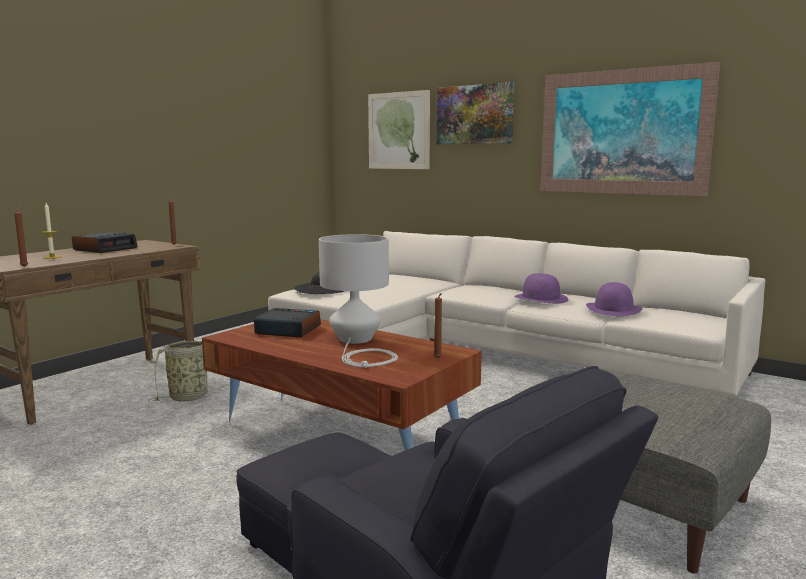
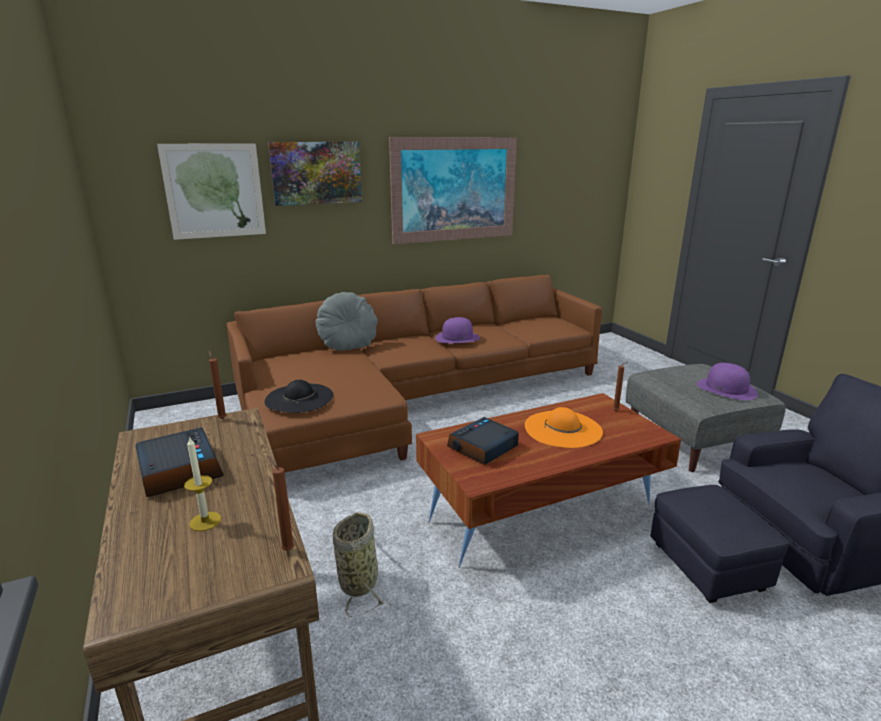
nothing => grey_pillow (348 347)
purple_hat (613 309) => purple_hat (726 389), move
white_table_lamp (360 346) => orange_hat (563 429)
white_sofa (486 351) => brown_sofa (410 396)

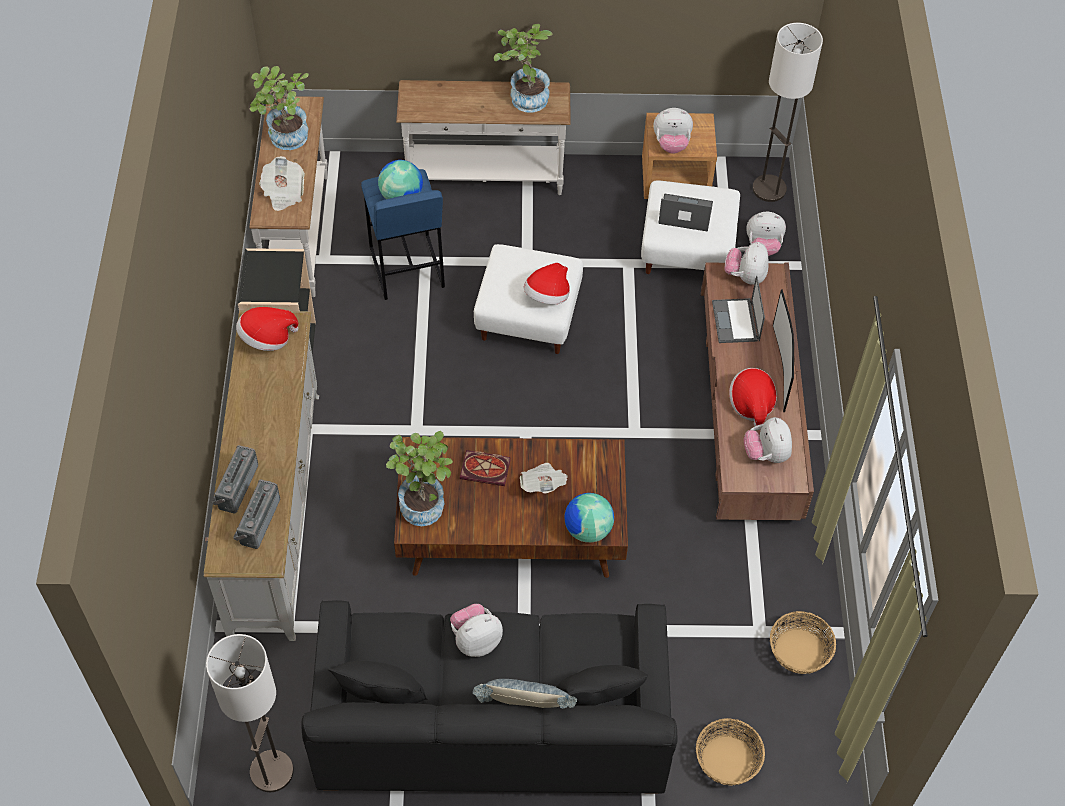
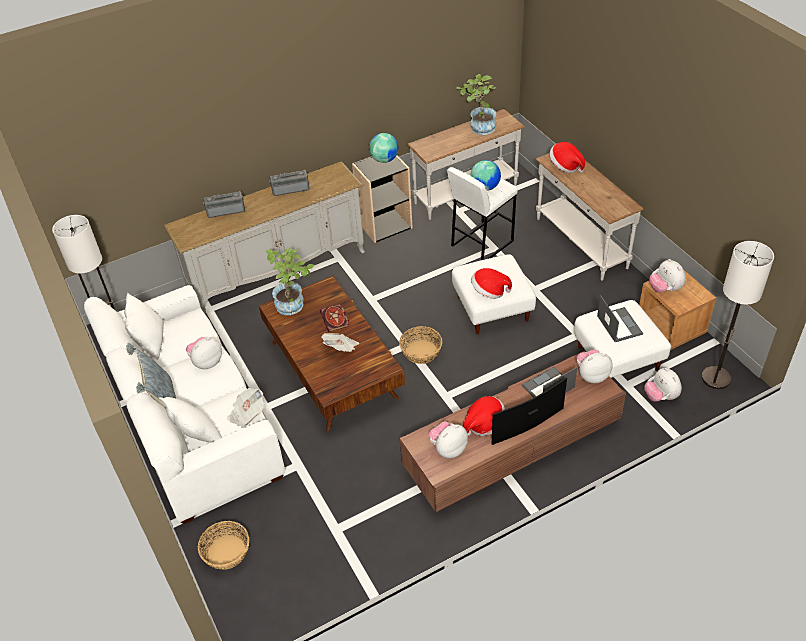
potted_plant (524 97) => nothing
radio (257 520) => radio (290 189), move
hat (267 338) => hat (565 166), move
newspaper (283 193) => newspaper (247 414), move
globe (587 529) => globe (384 159), move
basket (799 651) => basket (421 352), move
black_sofa (491 720) => white_sofa (194 420)
blue_stool (407 269) => white_stool (481 244)
plush_toy (476 640) => plush_toy (206 362), 75 degrees counterclockwise

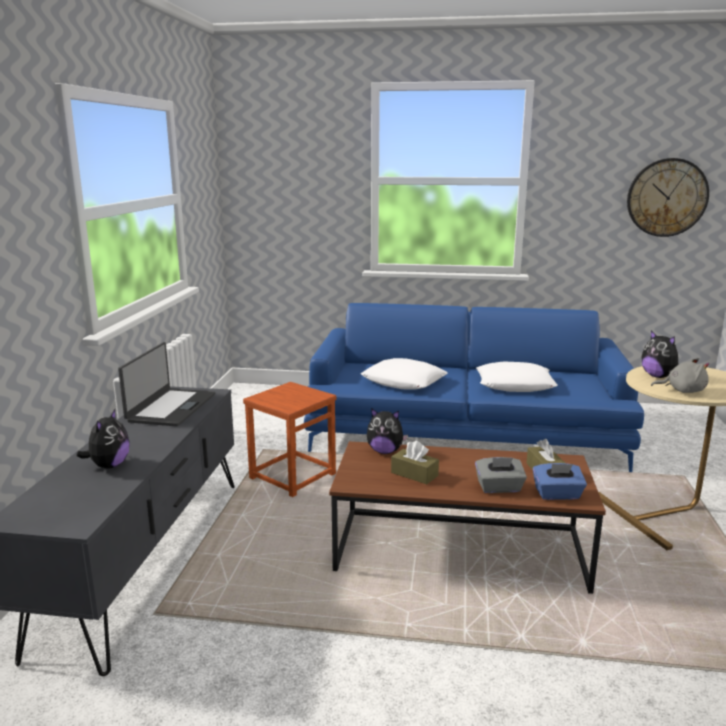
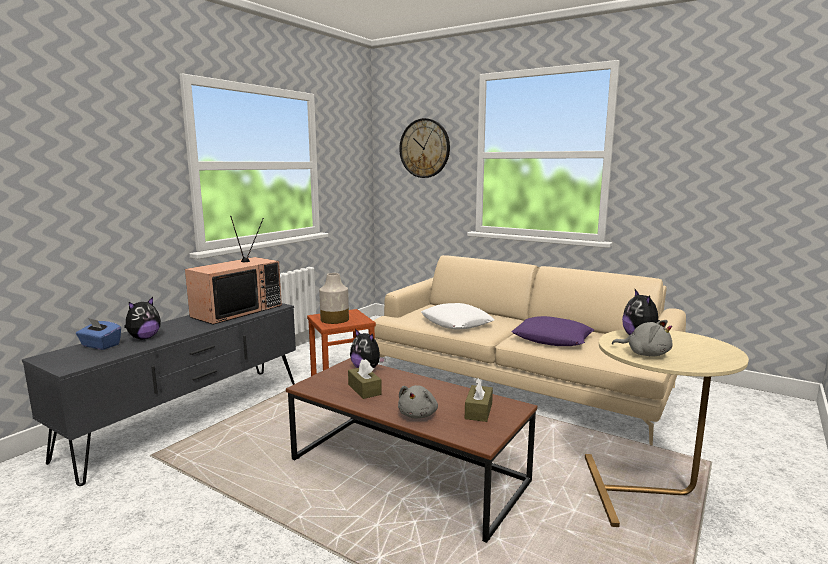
nothing => beige_vase (335 319)
blue_tissue_box (557 494) => blue_tissue_box (100 345), move
wall_clock (667 197) => wall_clock (424 148), move
laptop (170 407) => television (237 311)
grey_tissue_box (499 488) => grey_plush_toy (418 414)
blue_sofa (464 430) => beige_sofa (519 377)
white_pillow (515 384) => purple_pillow (552 338)

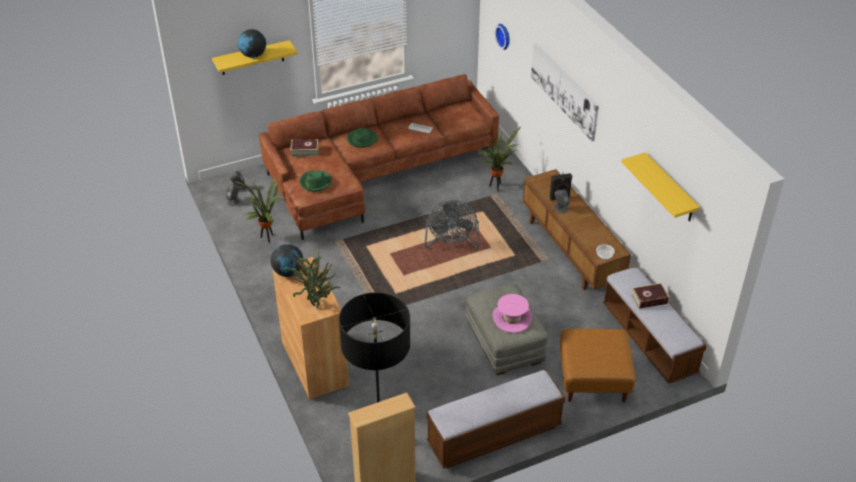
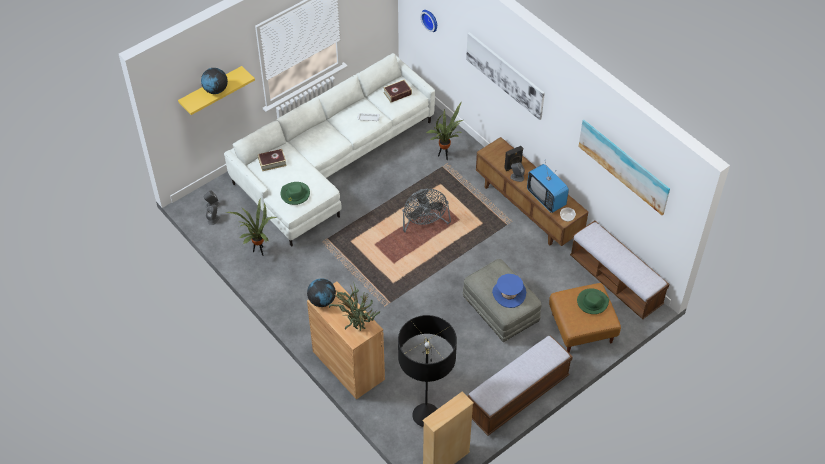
nothing => television (546 198)
green_hat (362 139) => green_hat (592 302), move
book (649 299) => book (397 93), move
yellow_shelf (670 188) => picture (624 165)
brown_sofa (374 172) => white_sofa (330 162)
pink_hat (512 318) => blue_hat (509 294)

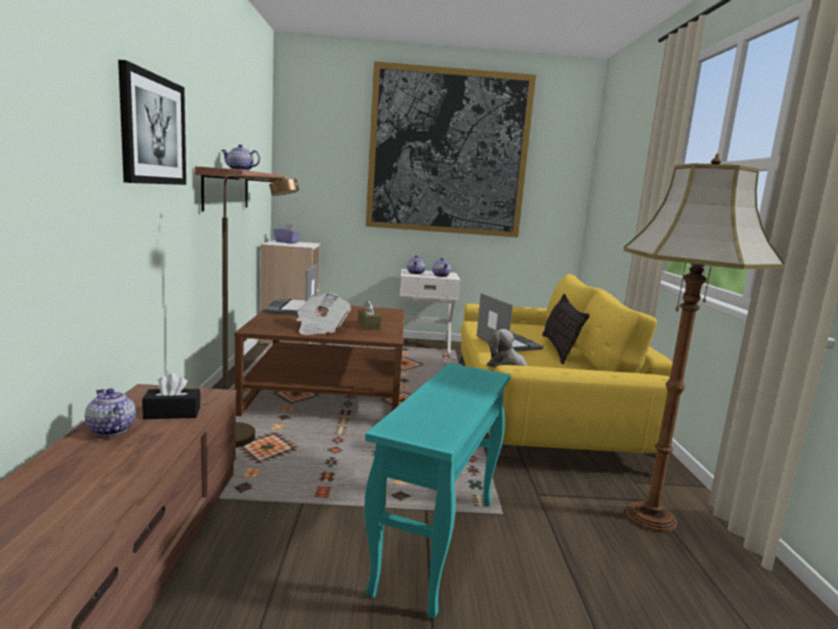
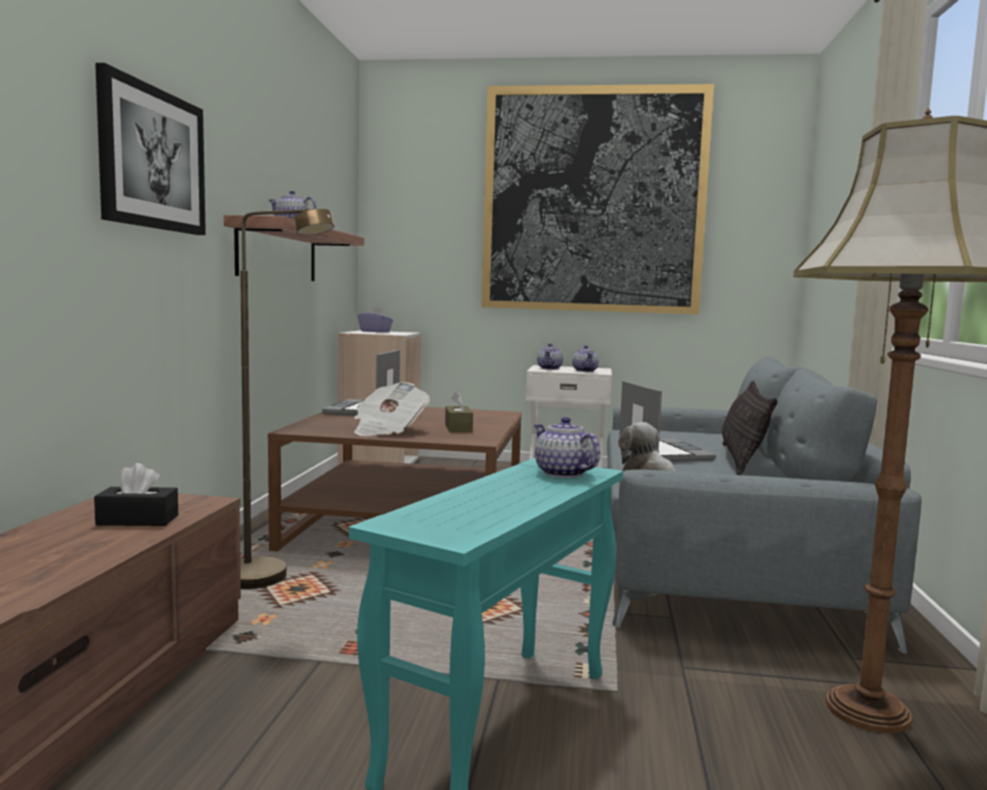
teapot (110 430) => teapot (562 473), move
yellow_sofa (538 409) => grey_sofa (715 554)

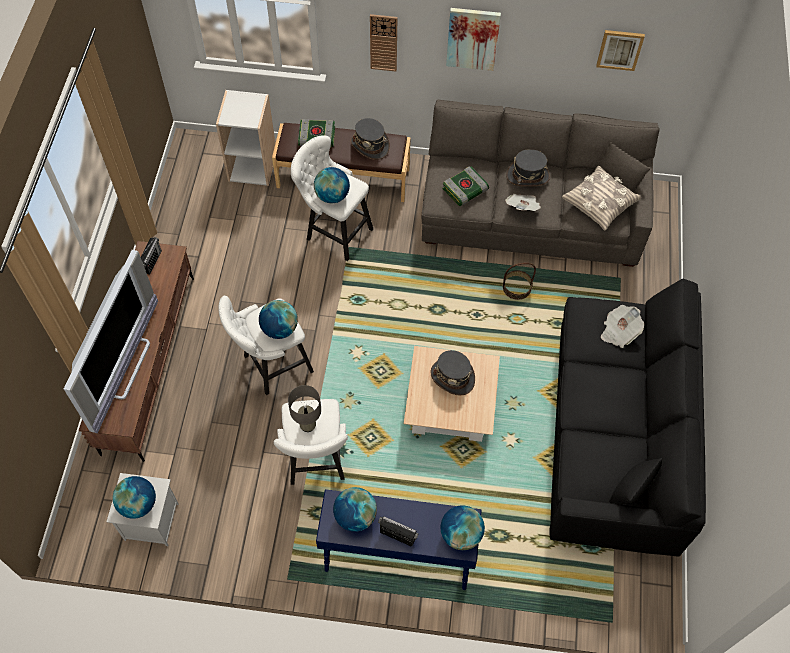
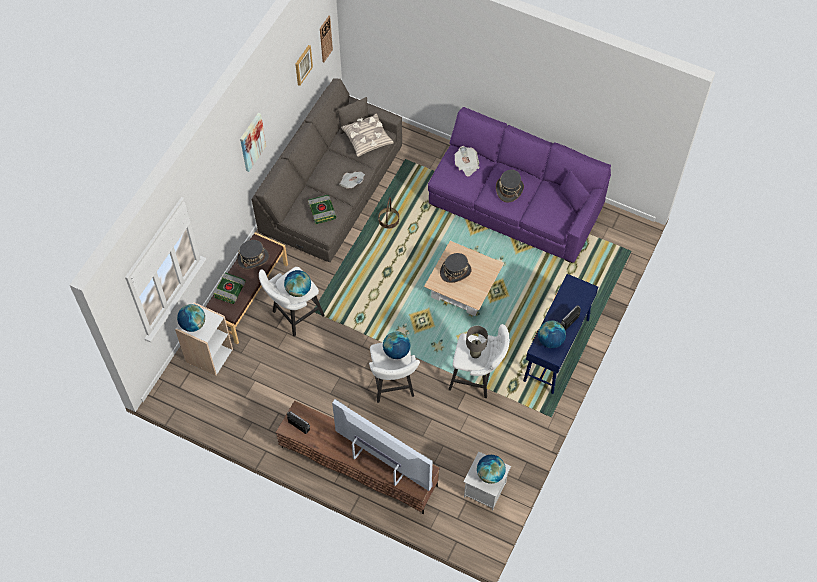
wall_clock (383 42) => wall_clock (325 39), move
globe (461 534) => globe (193 324), move
grey_hat (527 176) => grey_hat (509 189), move
black_sofa (615 434) => purple_sofa (515 205)

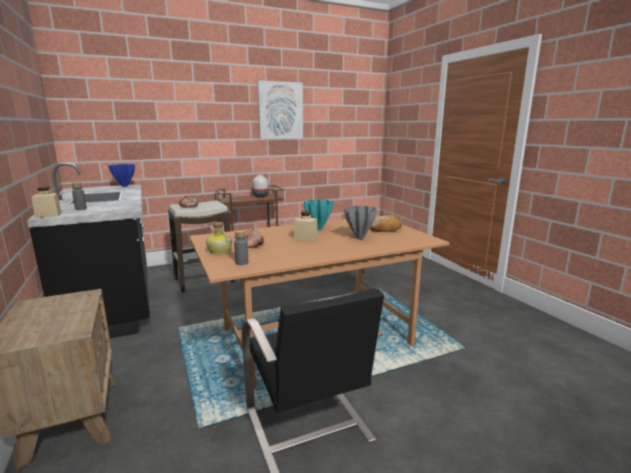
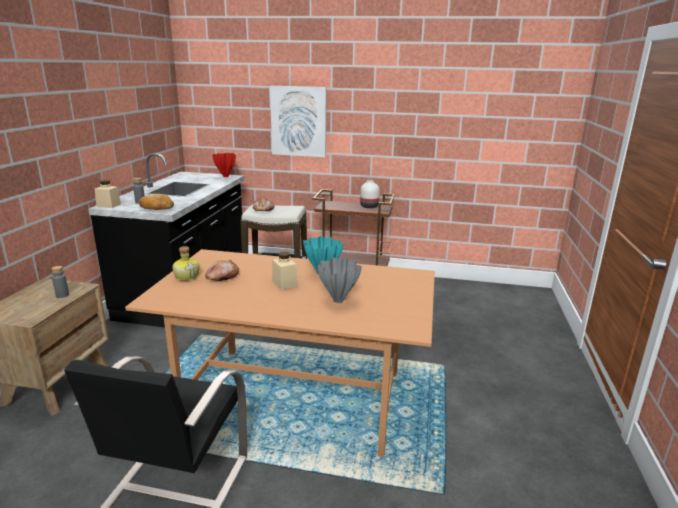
grey_bottle (242 263) => grey_bottle (62 295), move
picture (280 110) => picture (299 121), move
bread (386 229) => bread (156 207), move
blue_vase (124 186) => red_vase (225 176)

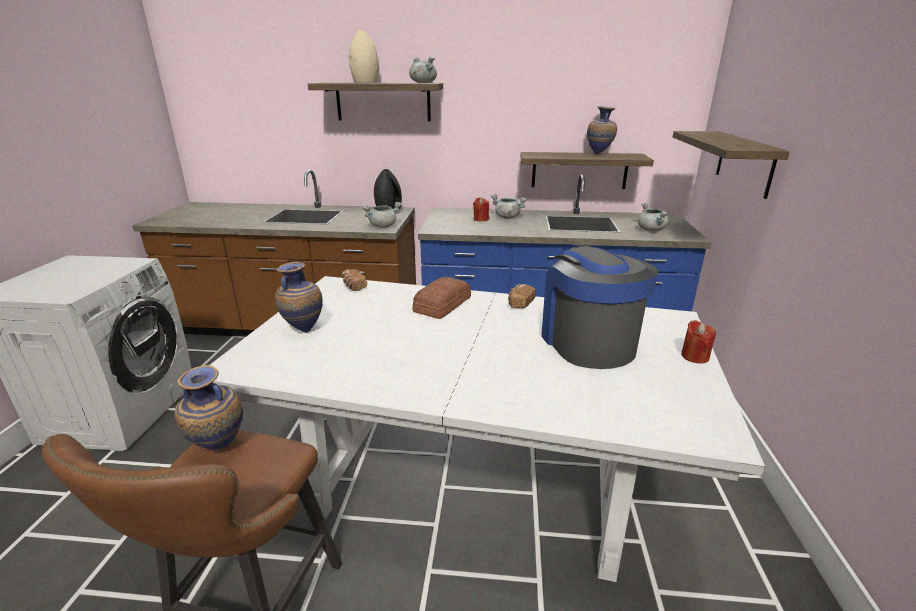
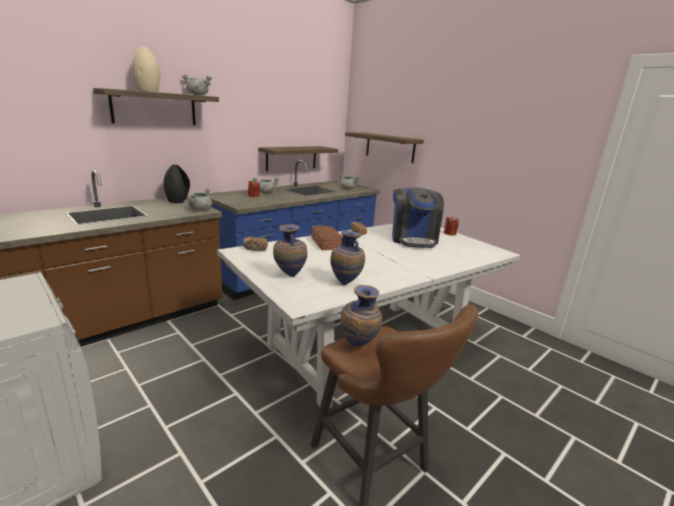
vase (599 154) => vase (346 283), move
coffee_machine (587 342) => coffee_machine (413 239), 120 degrees counterclockwise

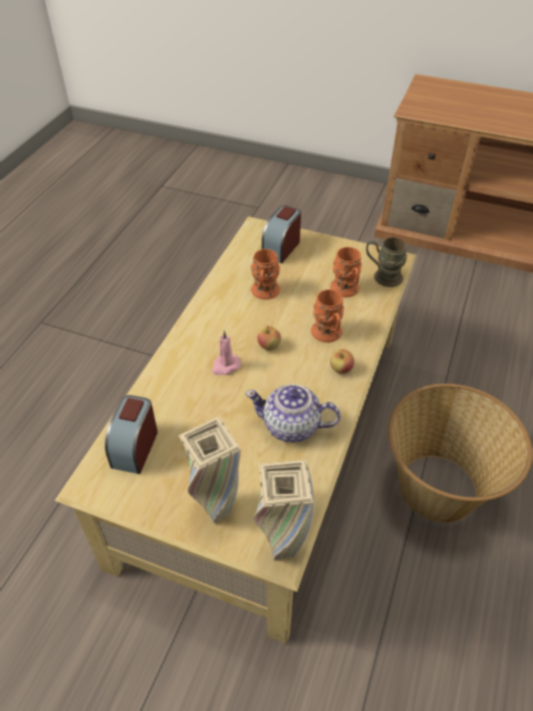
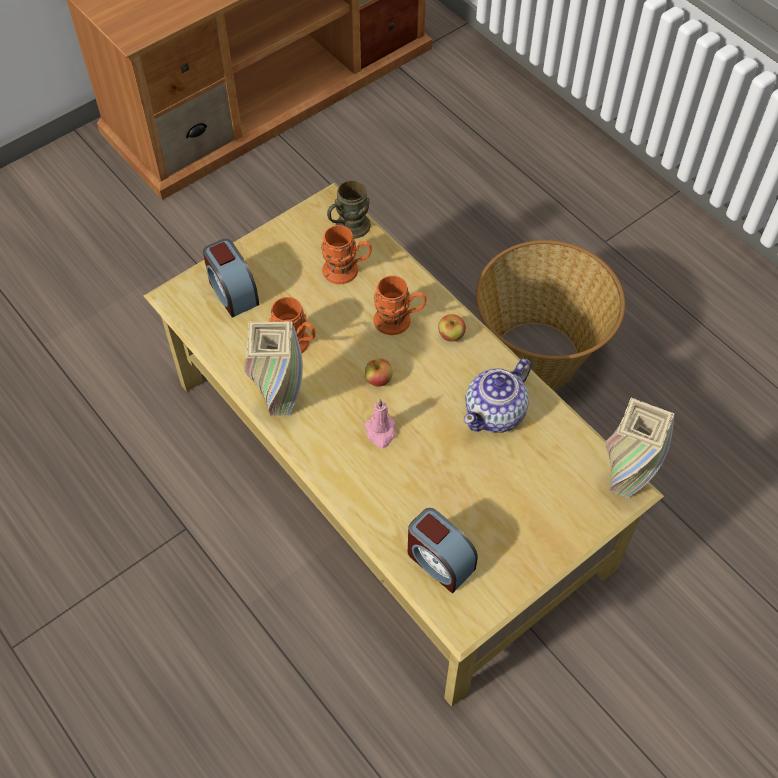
beige_vase (217 510) => beige_vase (280 407), move

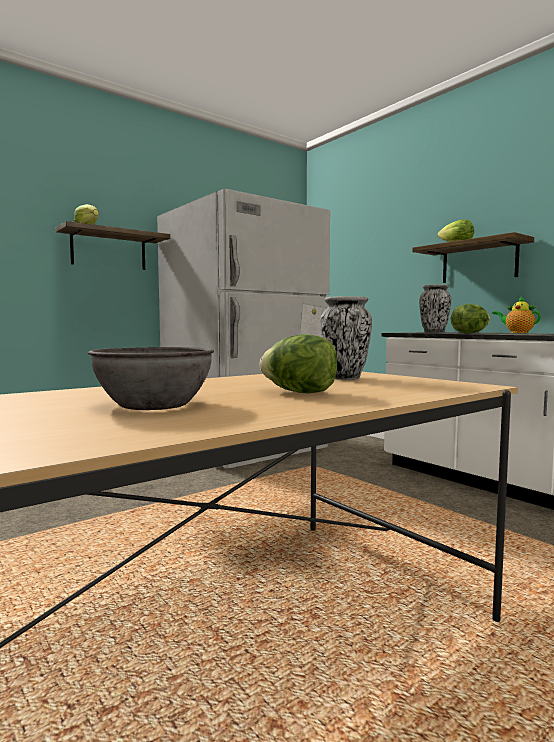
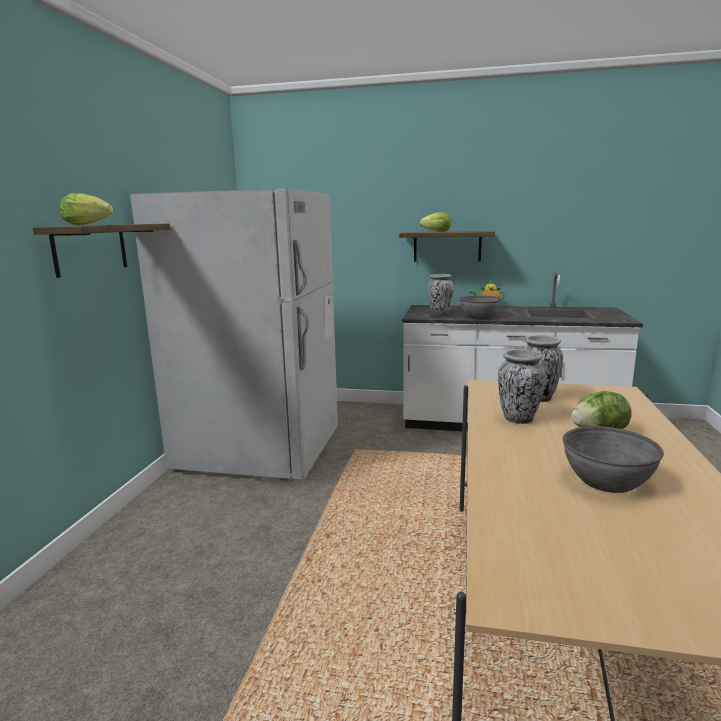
nothing => vase (518 419)
lettuce (470 333) => grey_bowl (479 317)

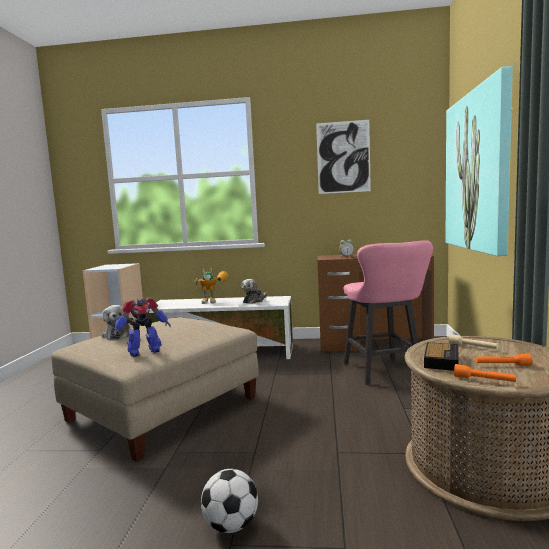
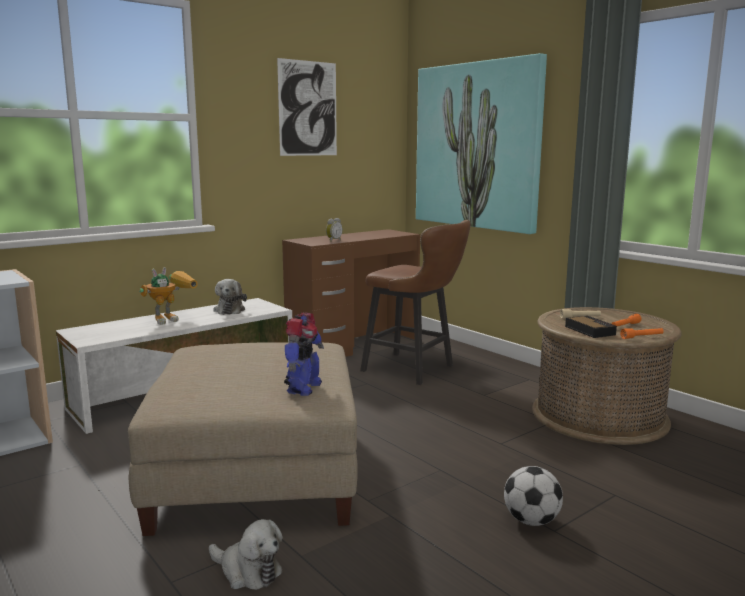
plush_toy (118 334) => plush_toy (247 571), move
pink_stool (385 373) => brown_stool (417 370)

